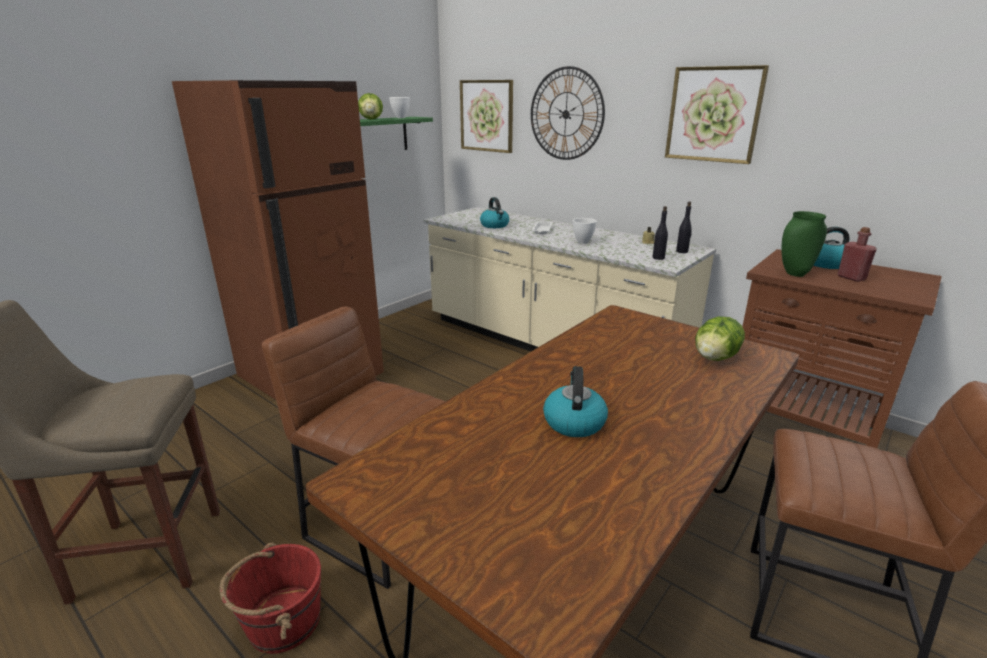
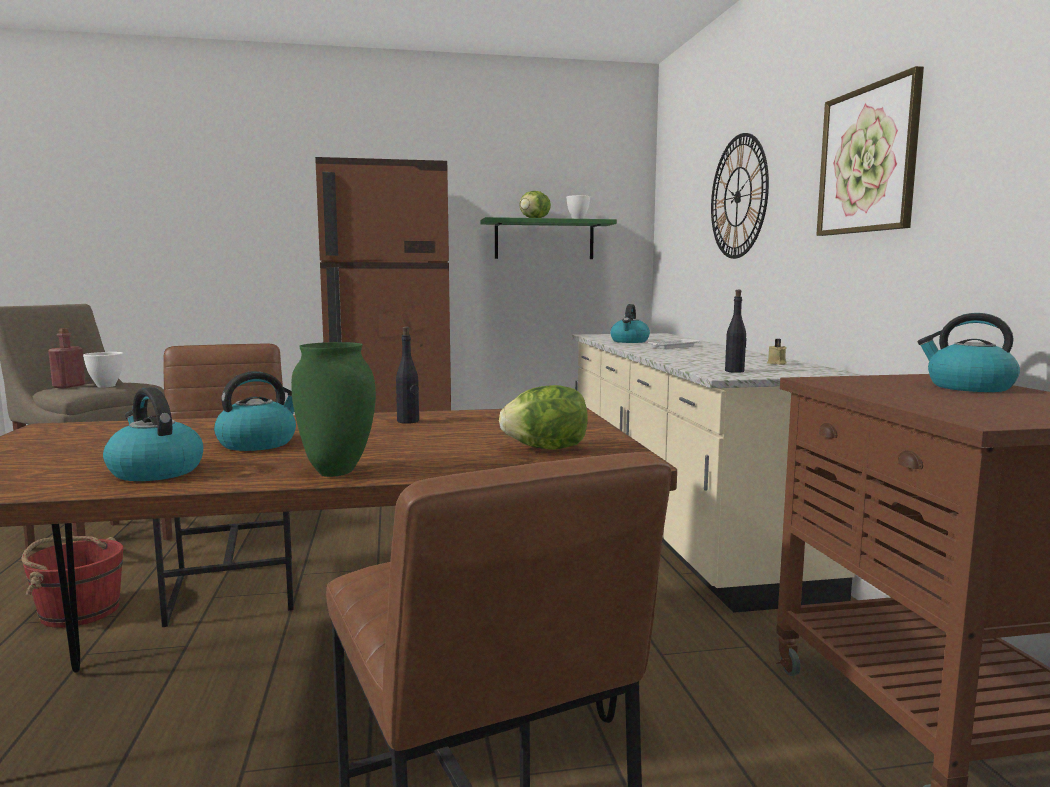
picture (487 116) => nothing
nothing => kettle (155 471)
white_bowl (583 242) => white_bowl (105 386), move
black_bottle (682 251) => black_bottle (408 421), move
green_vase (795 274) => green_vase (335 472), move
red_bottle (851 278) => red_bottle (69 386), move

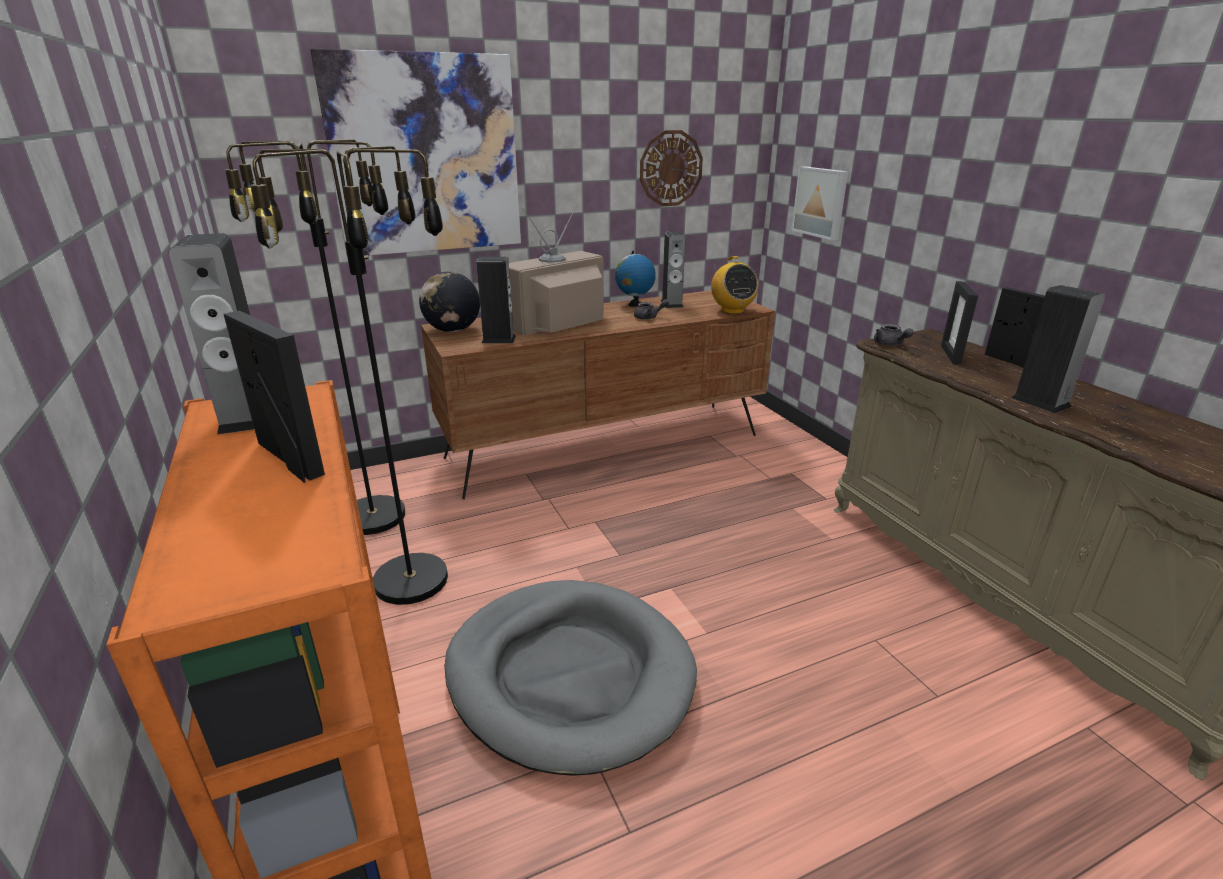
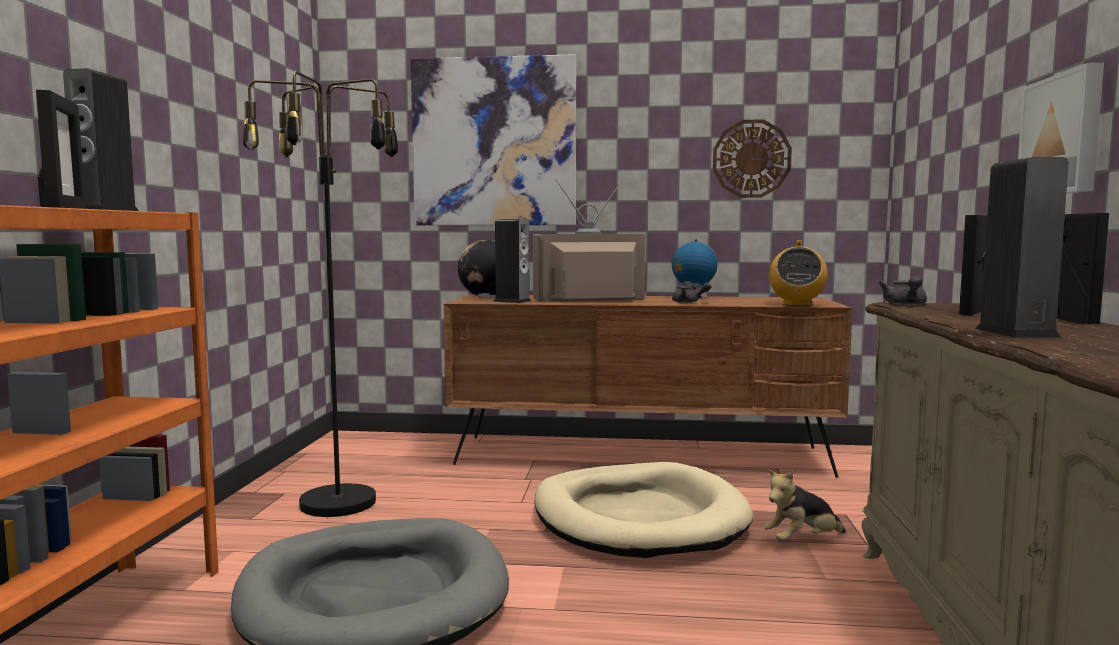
floor_lamp (372 518) => nothing
speaker (671 304) => nothing
nothing => beige_dog_bed (638 518)
nothing => plush_toy (802 541)
picture (821 202) => picture (1063 135), move

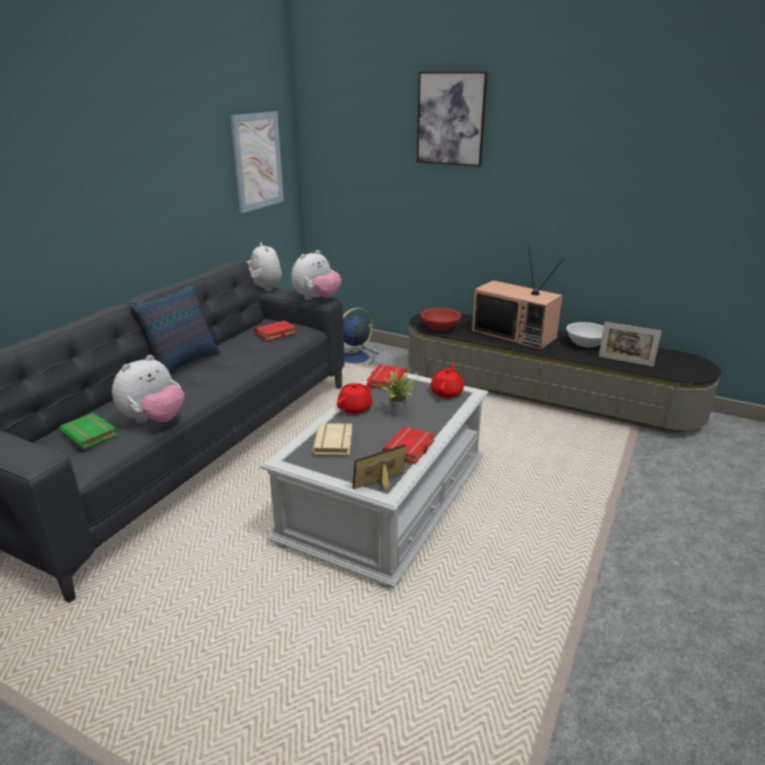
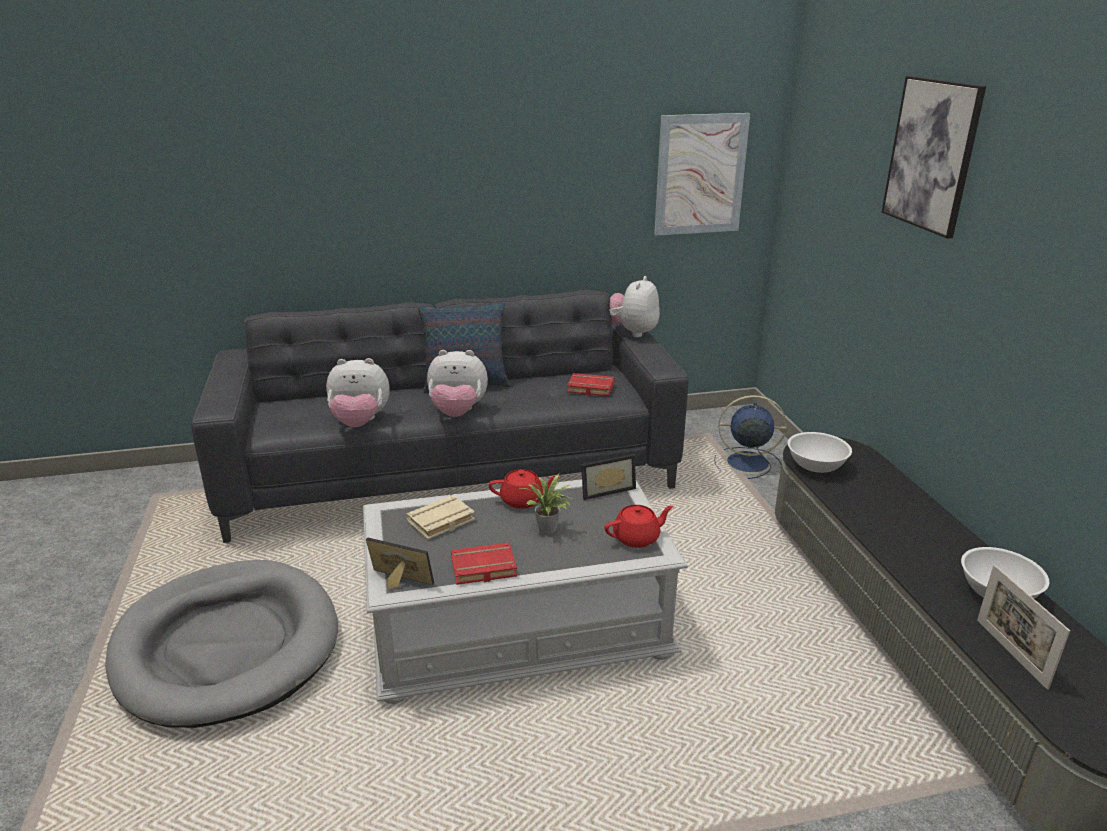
green_book (91 434) => nothing
television (515 334) => nothing
nothing => grey_dog_bed (227 646)
plush_toy (317 299) => plush_toy (458 412), move
red_book (385 380) => picture_frame (606 489)
red_bowl (440 328) => white_bowl (816 466)

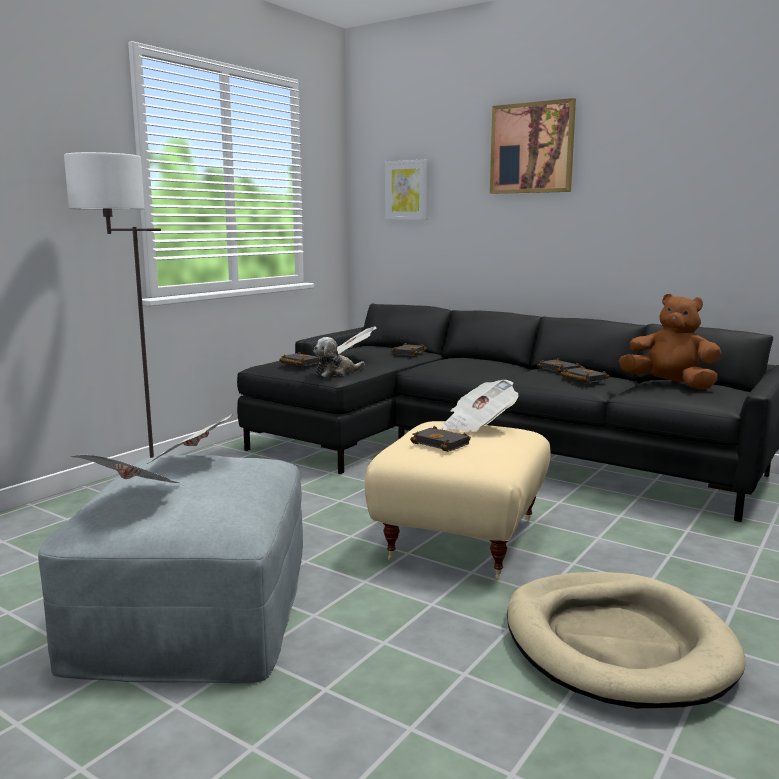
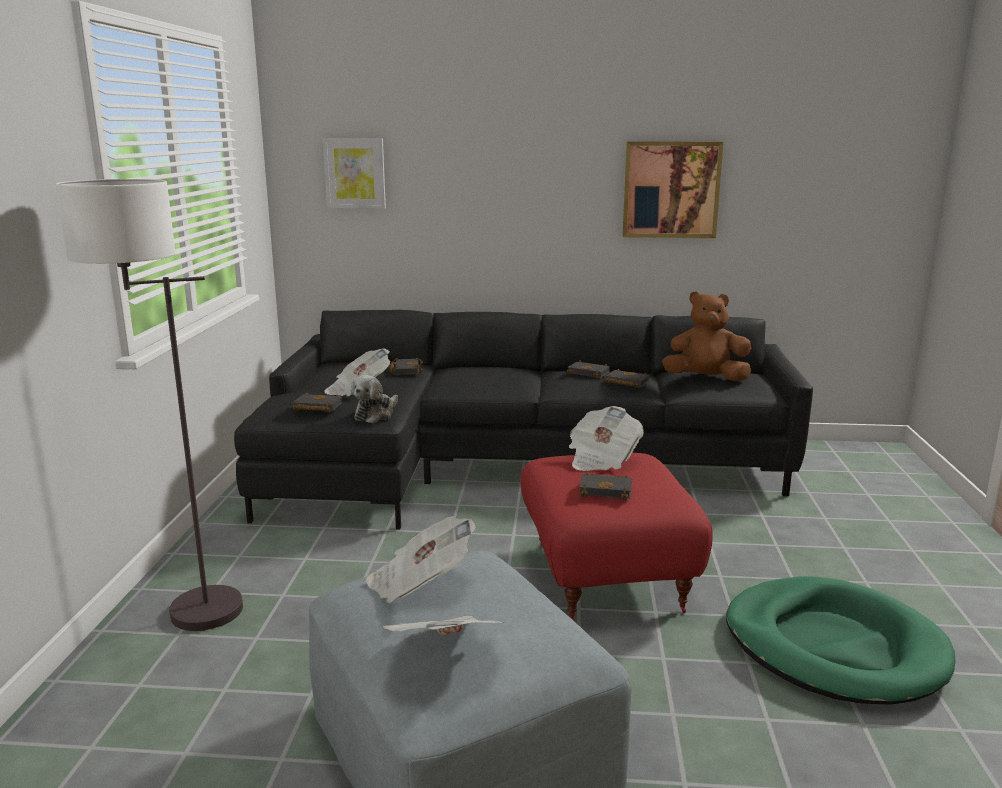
picture (532 148) => picture (671 190), move
beige_ottoman (460 538) => red_ottoman (604 577)
beige_dog_bed (616 644) => green_dog_bed (833 646)

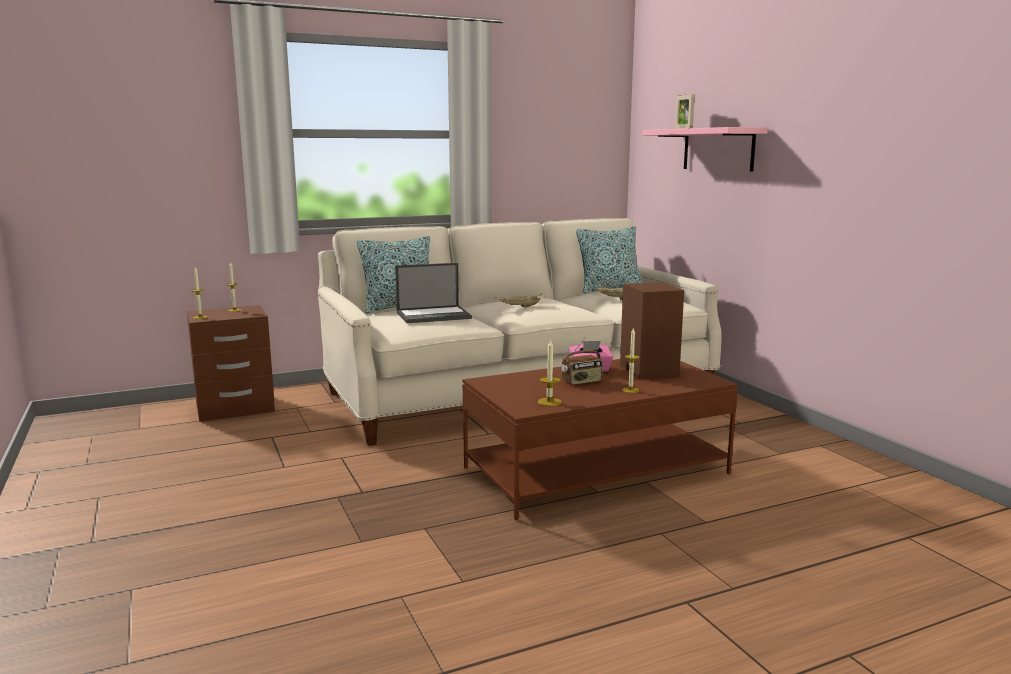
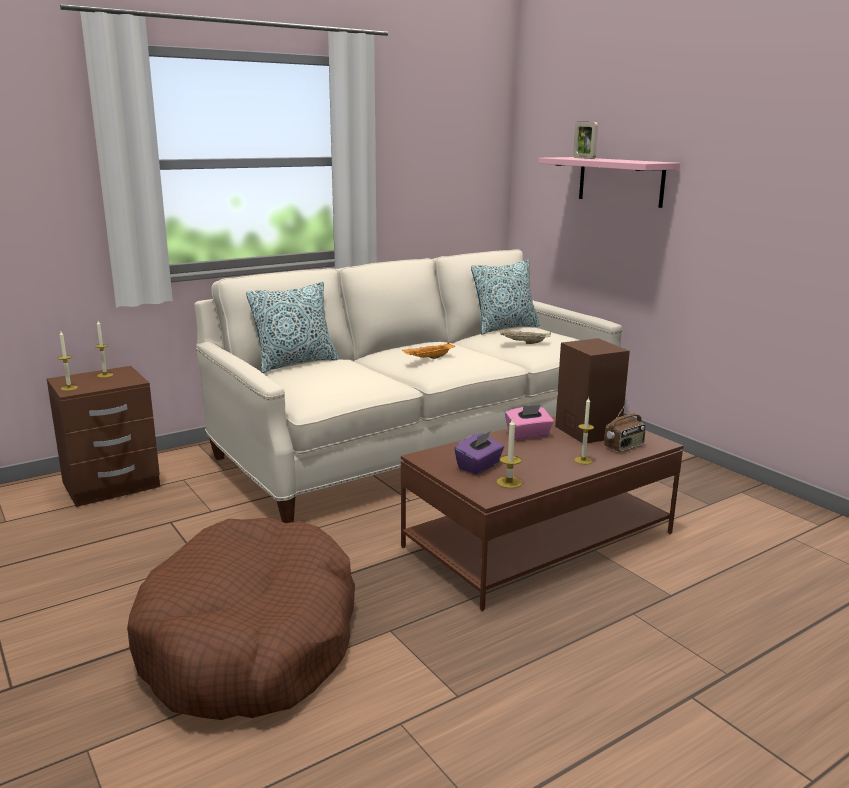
laptop (434 315) => nothing
nothing => brown_dog_bed (251 641)
nothing => purple_tissue_box (479 466)
radio (582 382) => radio (624 447), move
beige_tray (520 307) => orange_tray (429 358)

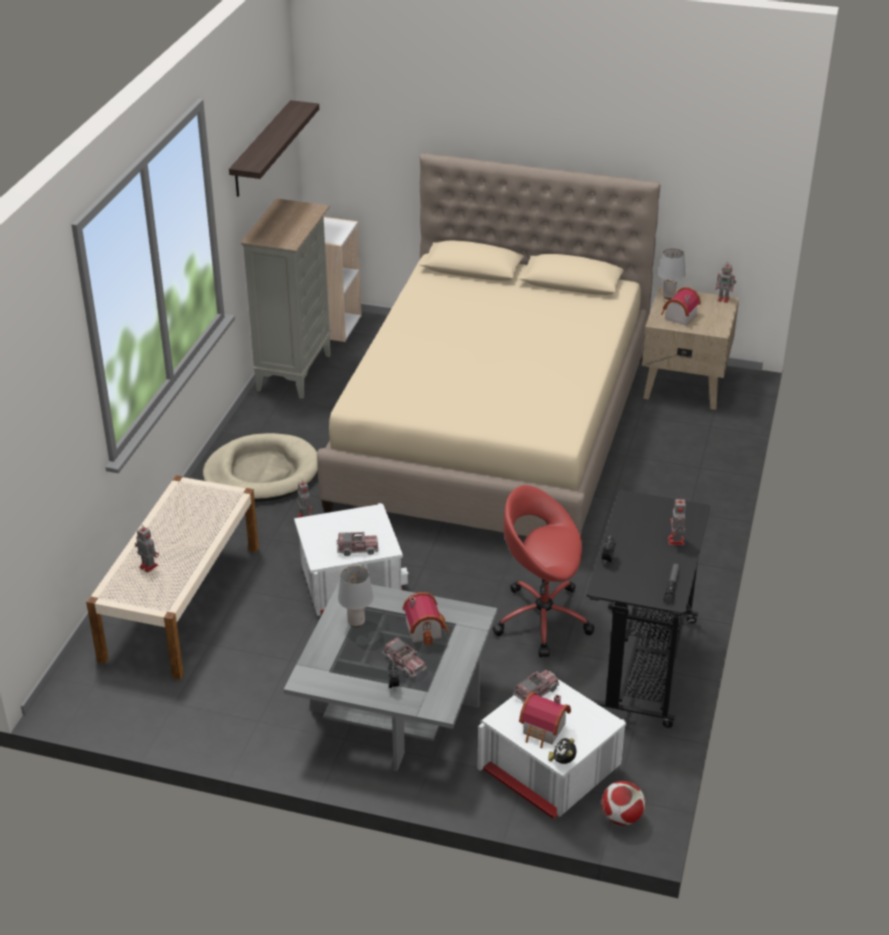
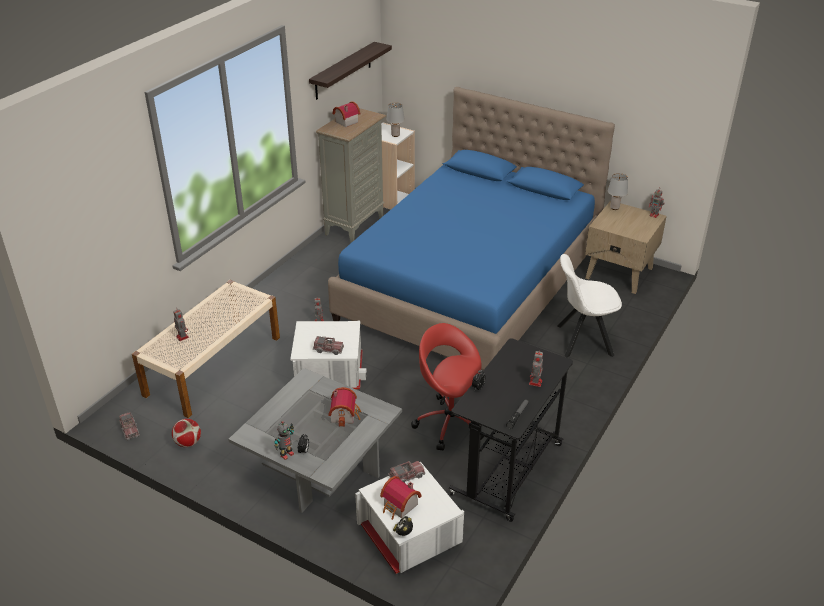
beige_dog_bed (261 473) => nothing
nothing => toy_robot (286 454)
nothing => white_chair (582 340)
grey_table_lamp (356 622) => grey_table_lamp (395 135), move
toy_truck (404 664) => toy_truck (130 430), move
football (621 817) => football (188 443), move
toy_house (678 317) => toy_house (345 121), move
beige_bed (494 429) => blue_bed (471 283)

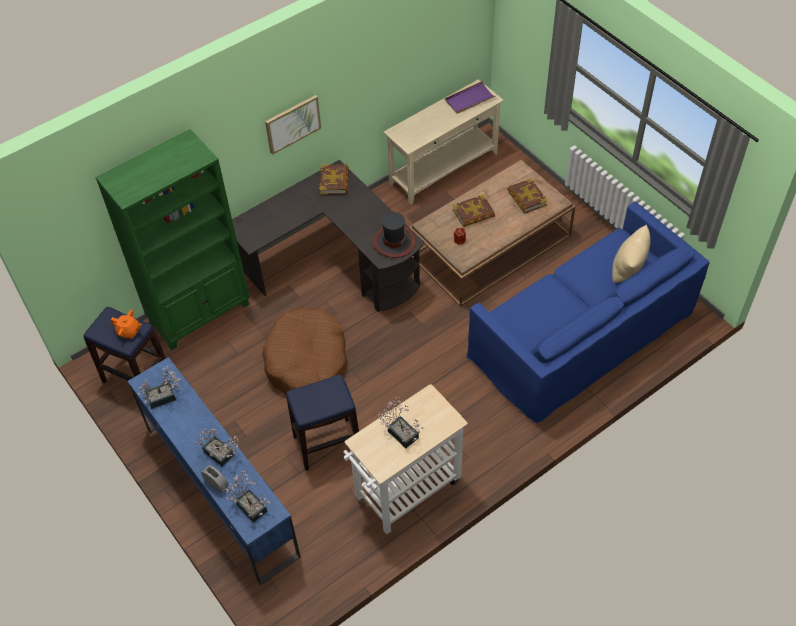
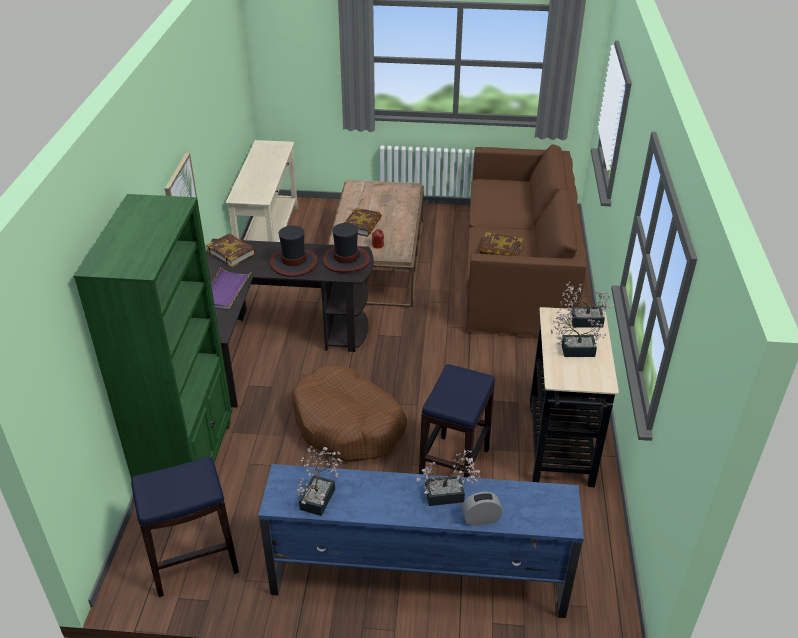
orange_teapot (129 331) => nothing
beige_pillow (628 272) => nothing
nothing => hat (294 263)
potted_plant (250 505) => potted_plant (582 321), move
purple_tray (469 99) => purple_tray (226 290), move
book (526 198) => book (500 250), move
white_cart (406 490) => black_cart (560 446)
blue_sofa (581 334) => brown_sofa (517 269)

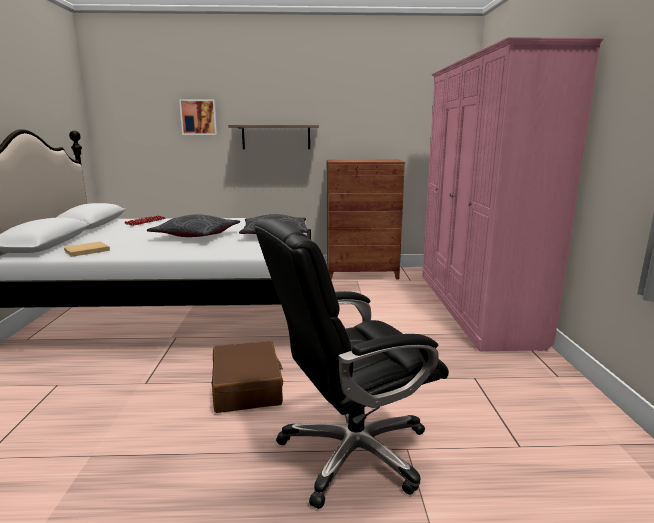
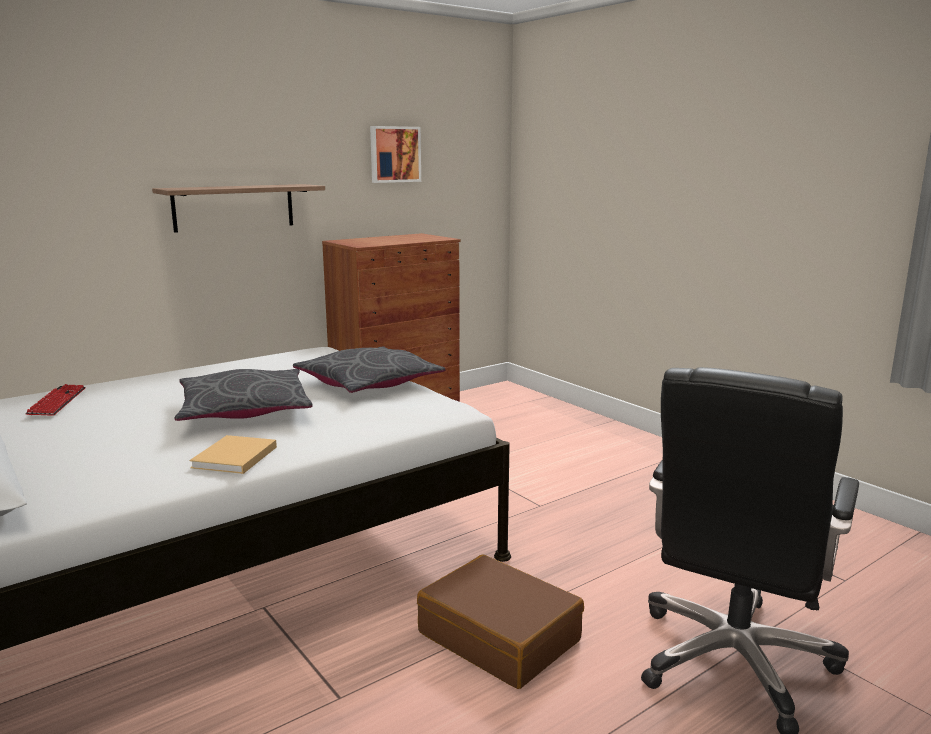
pink_wardrobe (474 306) => nothing
beige_book (85 251) => beige_book (233 458), move
picture (199 117) => picture (394 154), move

